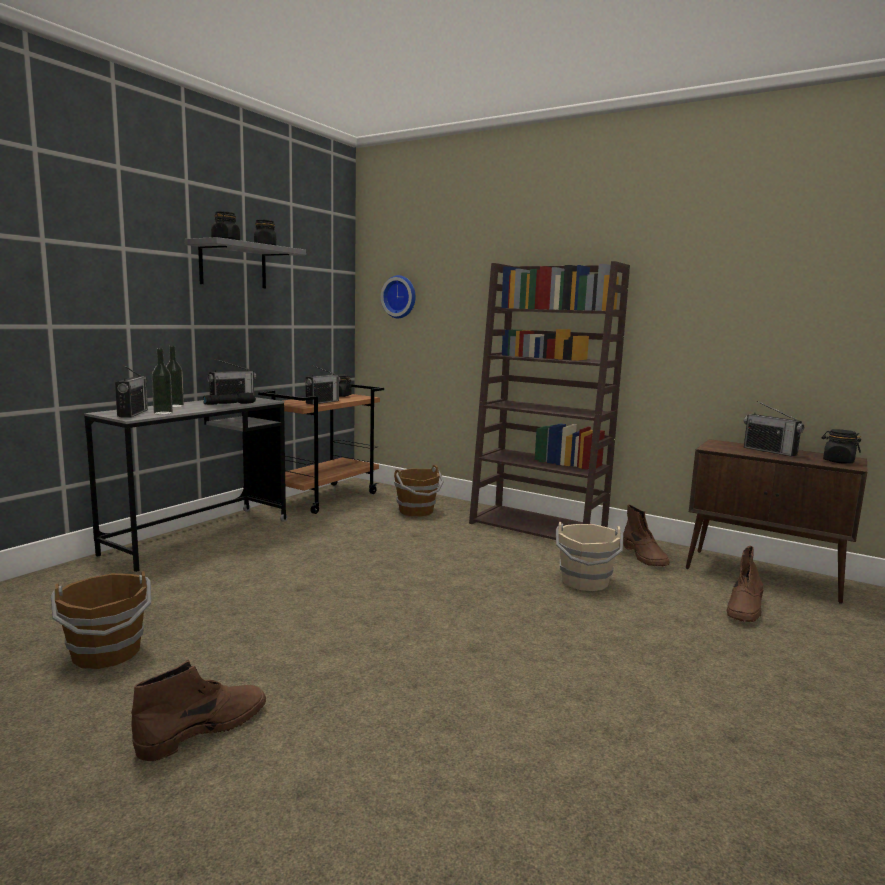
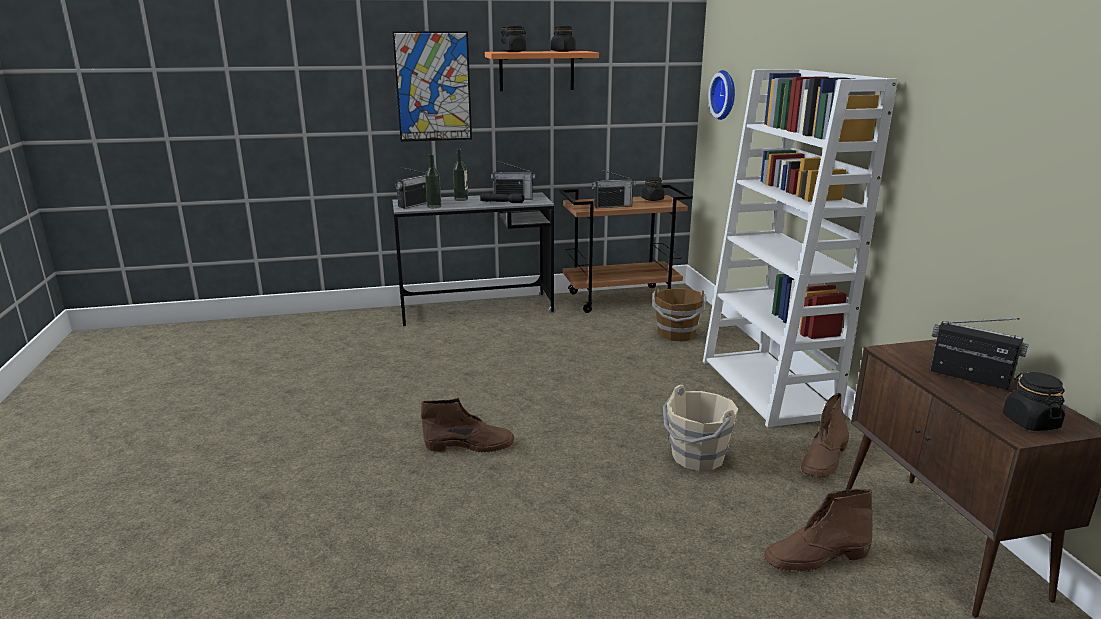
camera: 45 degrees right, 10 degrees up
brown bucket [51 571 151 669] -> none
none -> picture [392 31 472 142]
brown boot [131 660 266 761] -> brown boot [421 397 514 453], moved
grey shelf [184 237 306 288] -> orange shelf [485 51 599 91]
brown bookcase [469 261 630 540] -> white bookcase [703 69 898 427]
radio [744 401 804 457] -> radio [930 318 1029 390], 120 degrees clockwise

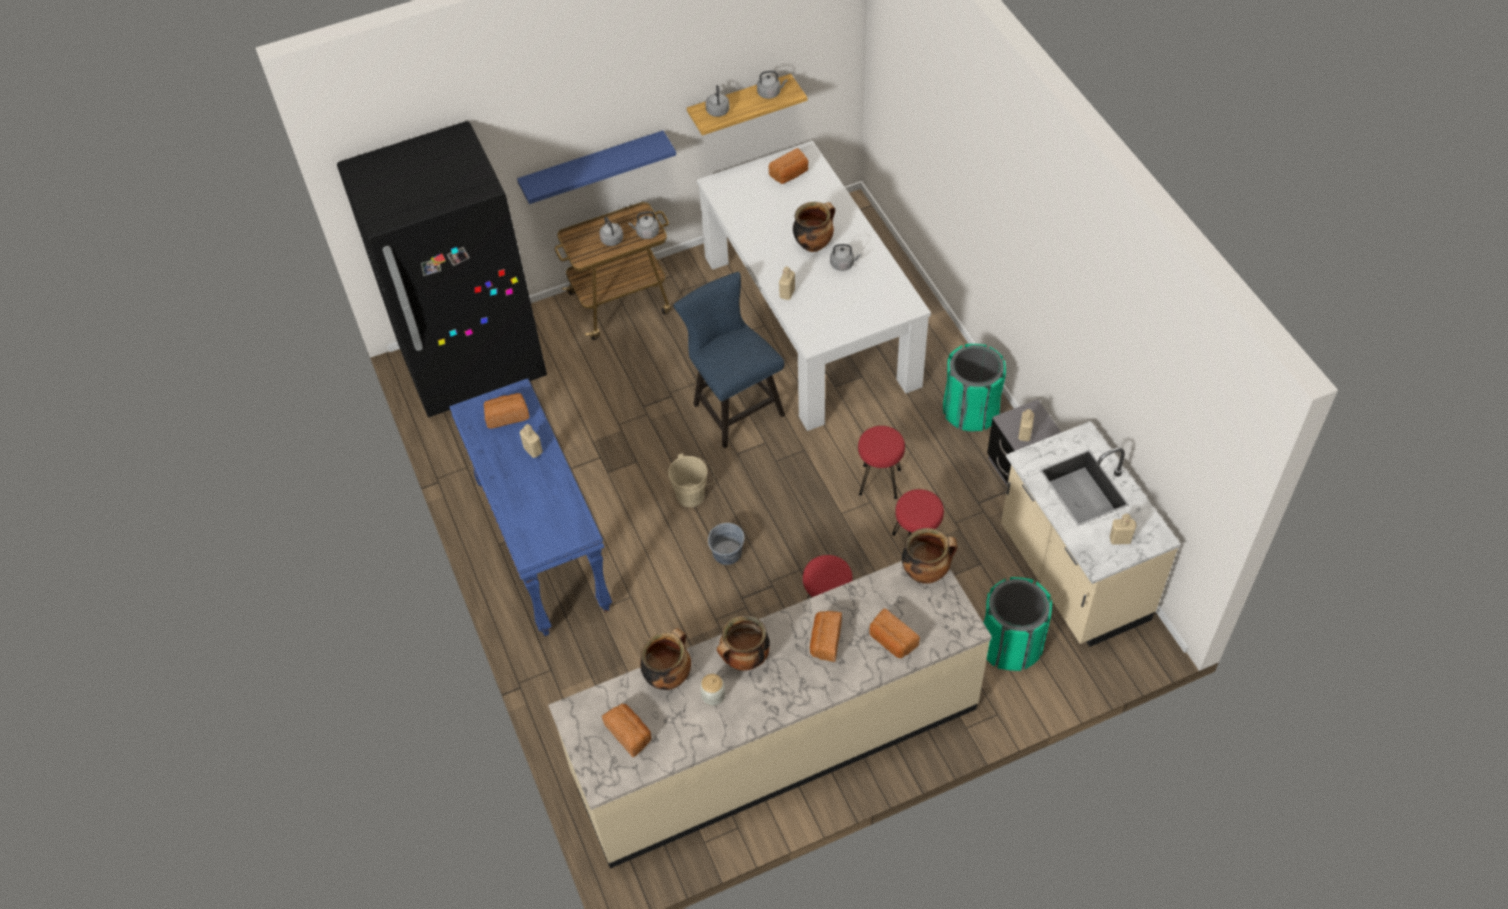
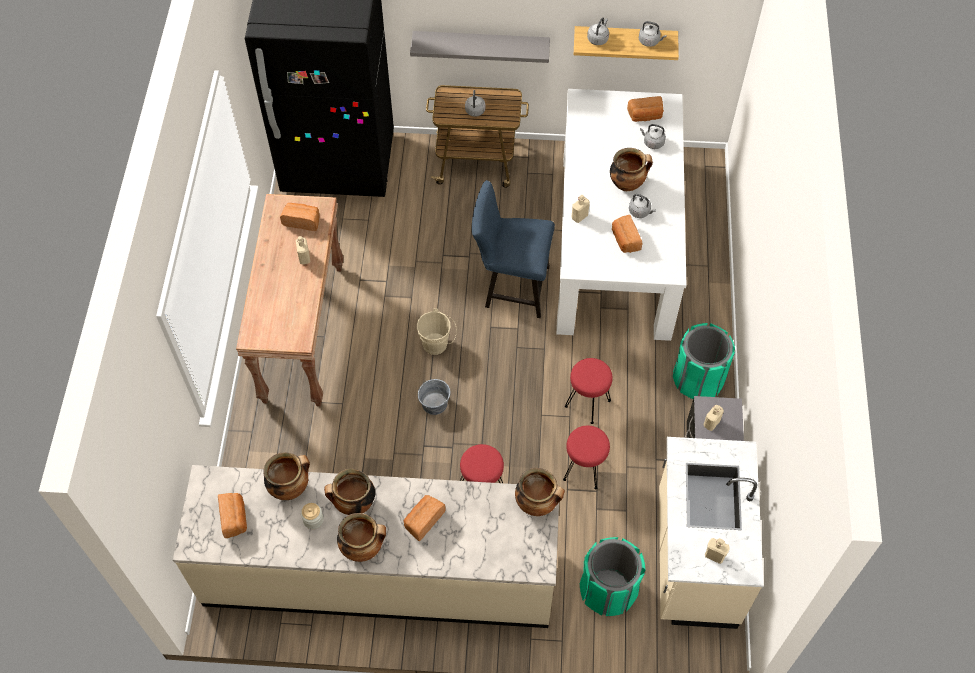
camera: 25 degrees right, 5 degrees up
none -> cooking pot [337 513 386 562]
grey kettle [628 211 659 239] -> grey kettle [640 124 666 149], moved
bread [869 608 920 658] -> bread [612 215 642 253], moved
blue console table [449 378 612 636] -> brown console table [236 194 344 407]
blue shelf [517 131 676 204] -> grey shelf [410 31 550 63]
blue chair [673 272 785 448] -> blue chair [472 180 555 318], 75 degrees counterclockwise

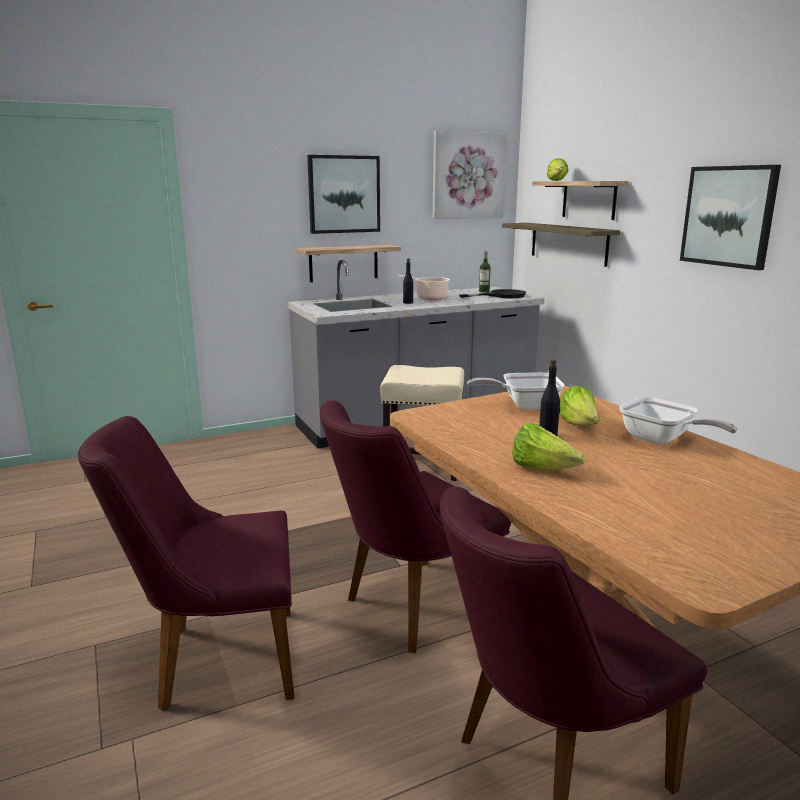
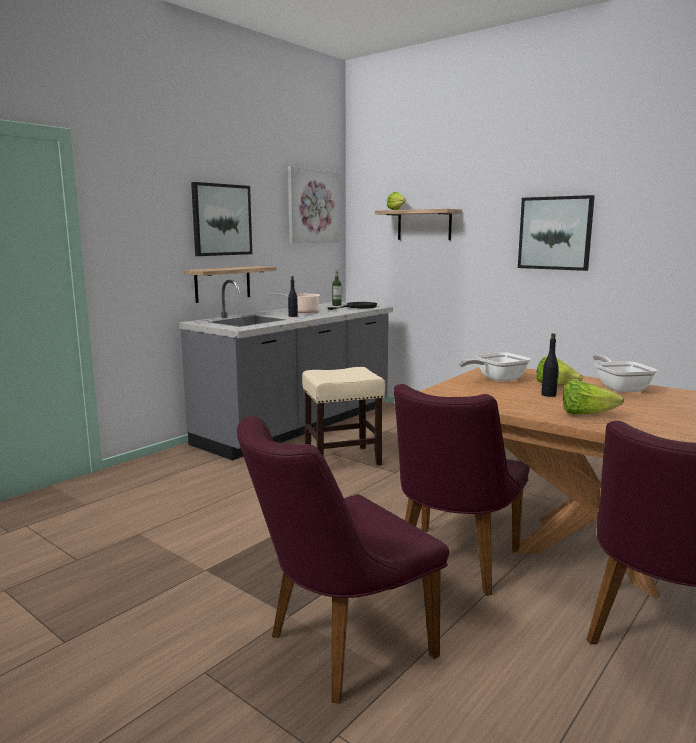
camera: 25 degrees left, 5 degrees down
shelf [502 223 620 267] -> none
frying pan [620 397 738 444] -> frying pan [593 355 657 392], 120 degrees counterclockwise

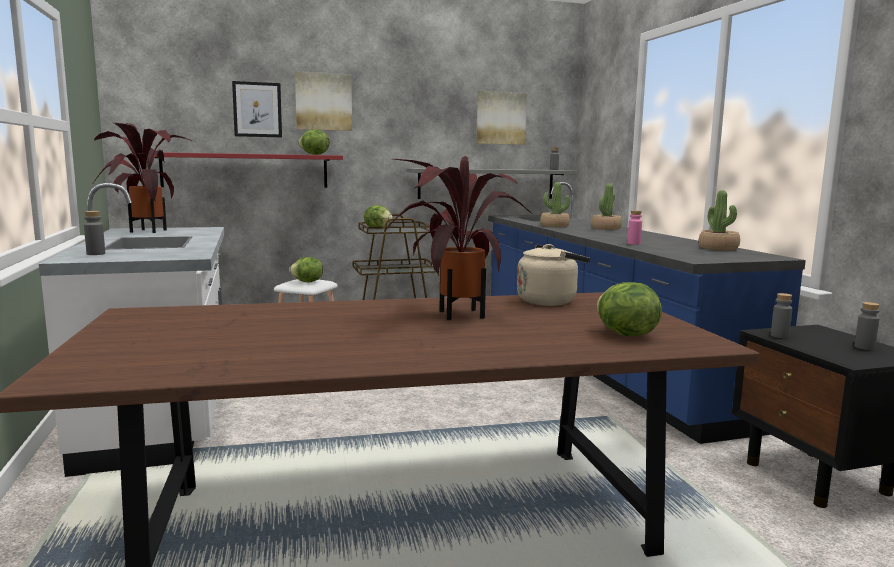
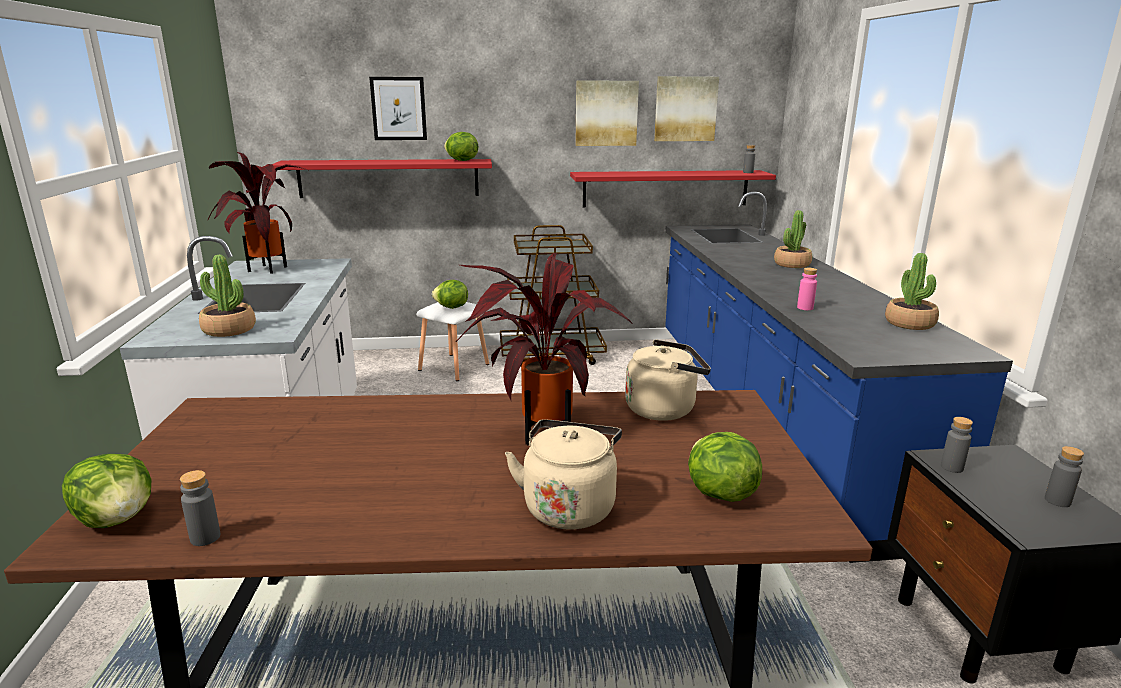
camera: 10 degrees right, 10 degrees up
none -> beige kettle [505 419 622 530]
grey bottle [84 211 105 255] -> grey bottle [180 470 220 546], moved
picture [295 71 352 131] -> picture [575 80 639 146], moved
lettuce [364 205 393 229] -> lettuce [62 454 152 528], moved
potted plant [540 182 570 227] -> potted plant [199 255 256 337], moved
grey shelf [407 168 577 199] -> red shelf [570 170 776 208]

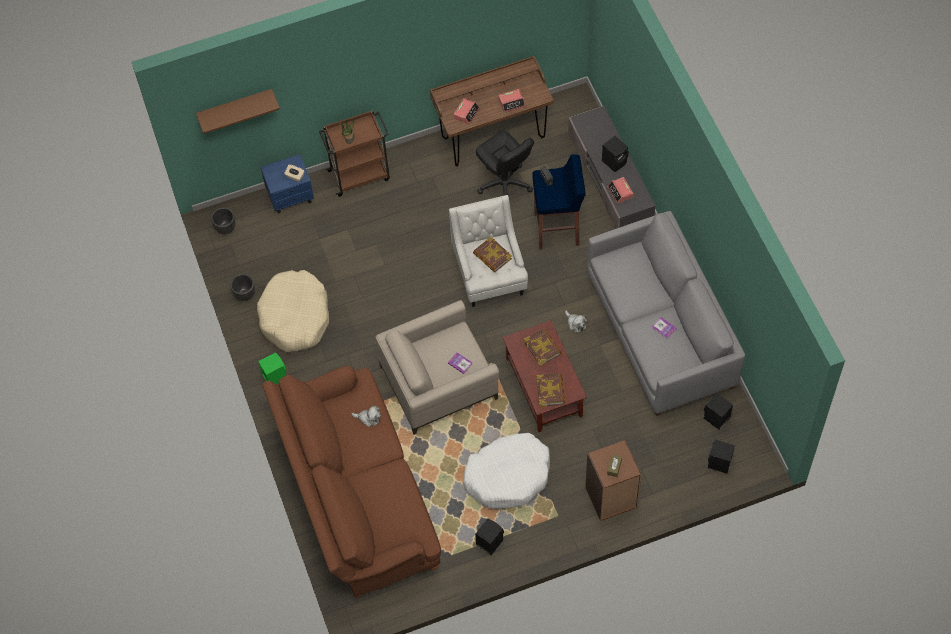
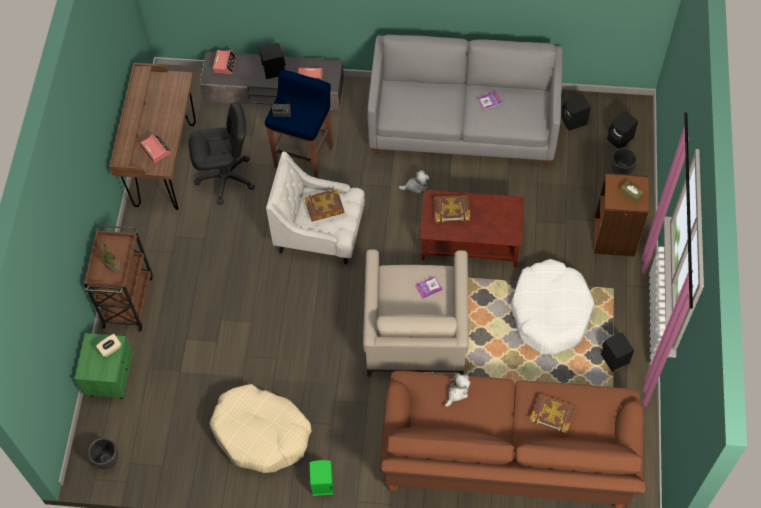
camera: 65 degrees left, 0 degrees up
brown shelf [196 89 280 134] -> none
black planter [230 274 255 301] -> black planter [611 148 638 175], moved
alarm clock [498 89 525 113] -> alarm clock [213 50 237 74], moved
book [536 373 565 407] -> book [530 393 576 434], moved
blue nightstand [261 154 314 214] -> green nightstand [75 333 133 400]

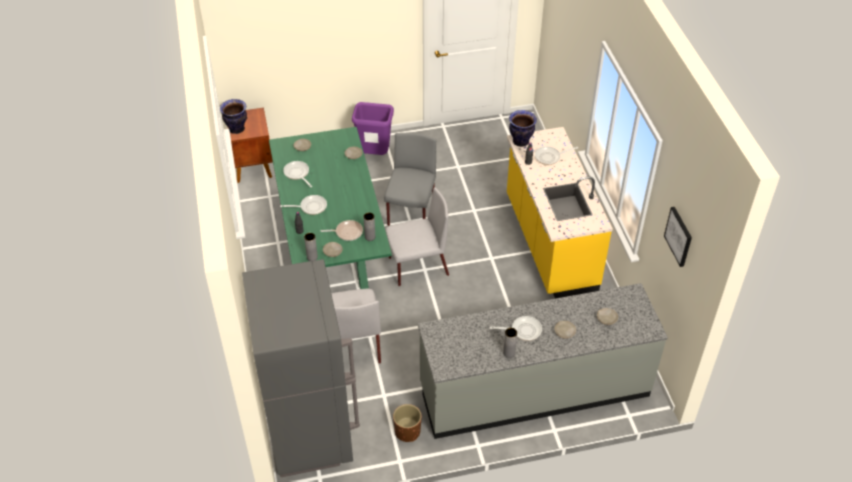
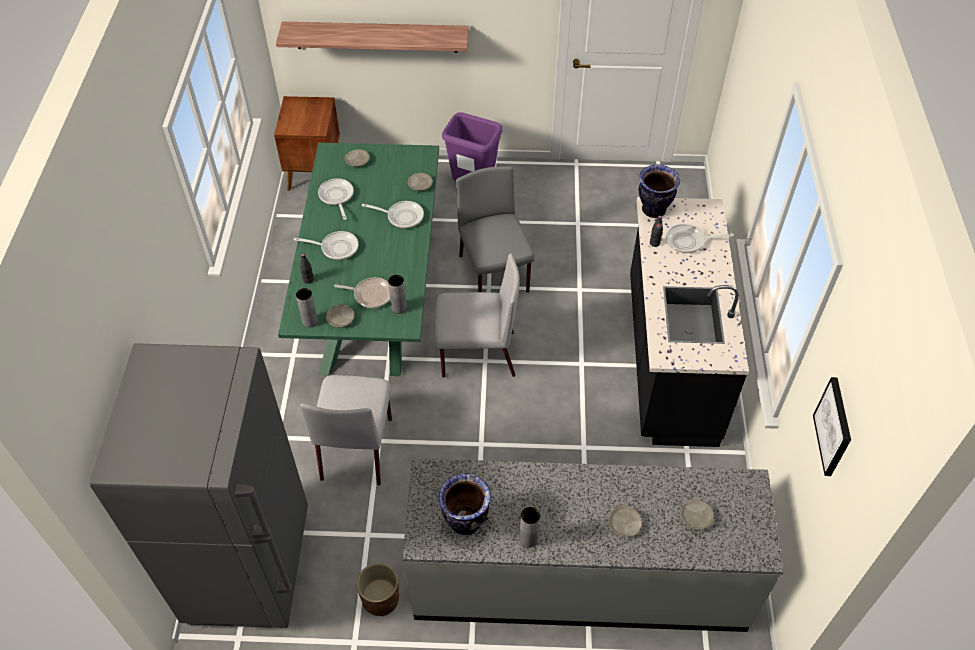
camera: 15 degrees right, 5 degrees up
none -> shelf [276 22 469 53]
vase [220 99 247 134] -> vase [439 473 491 535], moved
frying pan [490 316 542 341] -> frying pan [362 201 424 228], moved
yellow counter [507 127 613 299] -> black counter [630 197 749 447]
grey chair [384 133 436 226] -> grey chair [456 166 535 293], 45 degrees counterclockwise

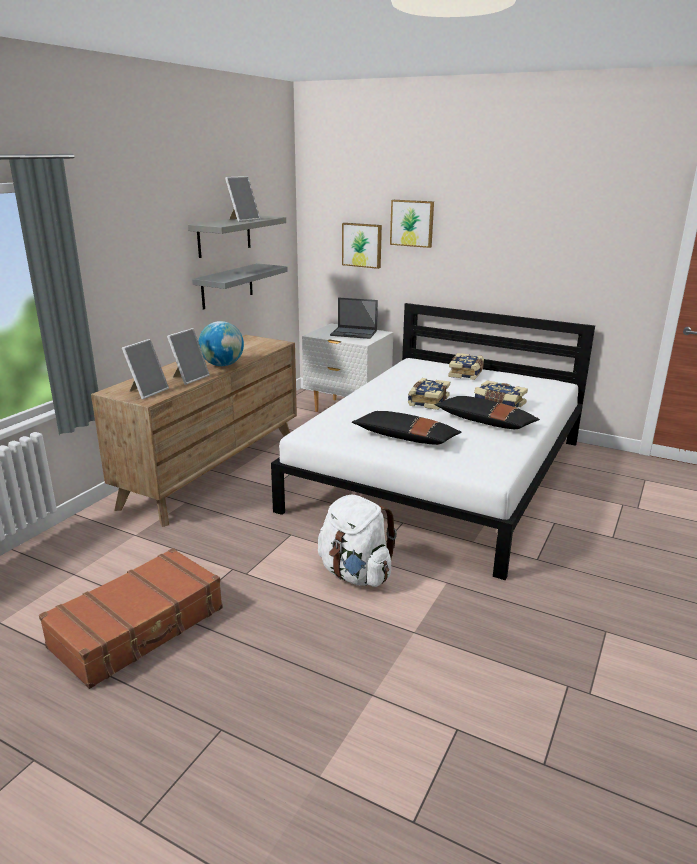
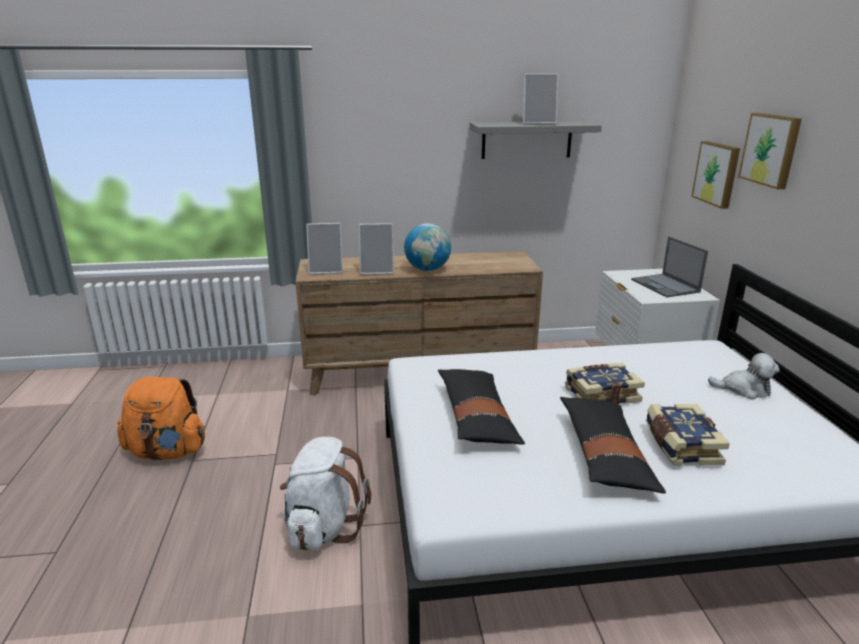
camera: 55 degrees right, 0 degrees up
grey shelf [192 263 288 310] -> none
brown suitcase [39 548 223 689] -> orange backpack [117 377 205 460]
book [448 353 484 380] -> plush toy [708 353 780 399]

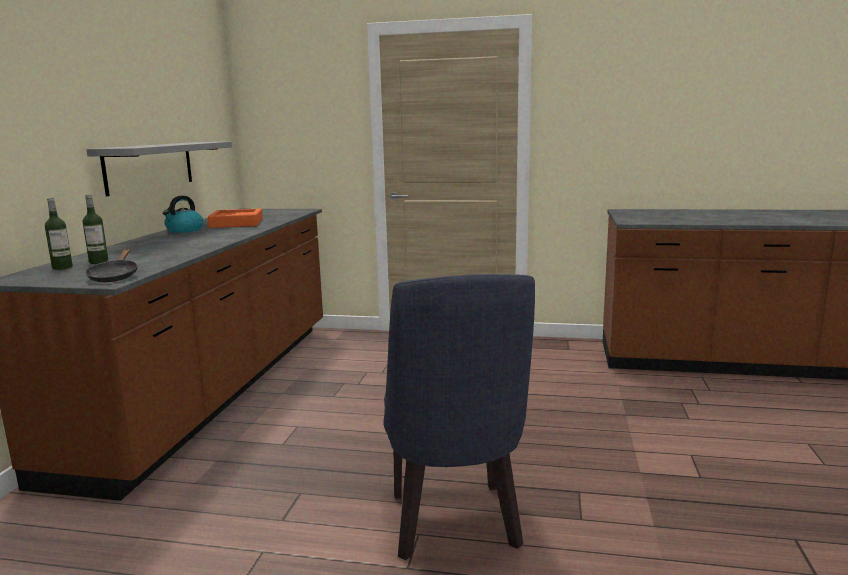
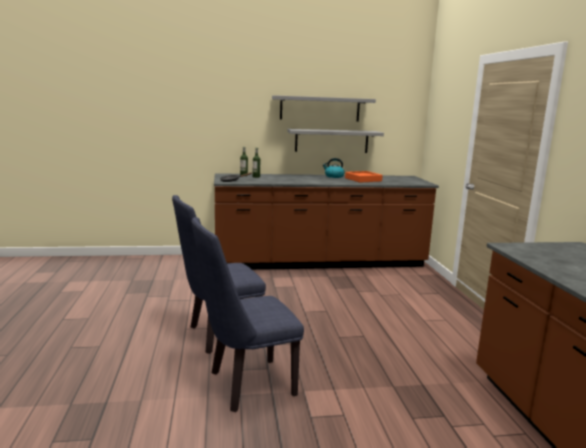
camera: 70 degrees right, 0 degrees up
none -> blue chair [191 217 304 412]
none -> grey shelf [272 95 376 122]

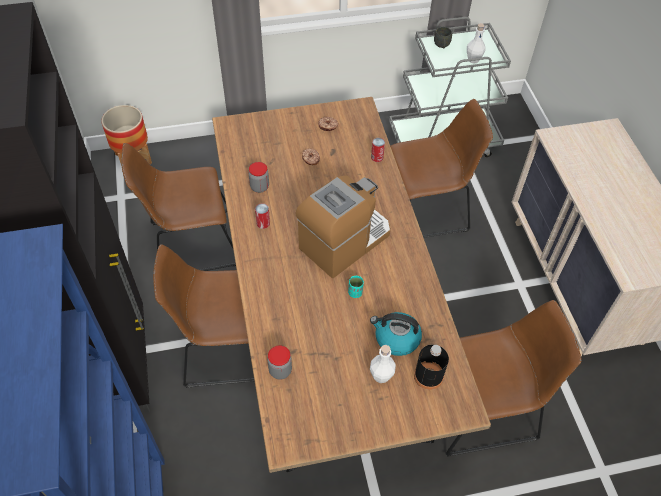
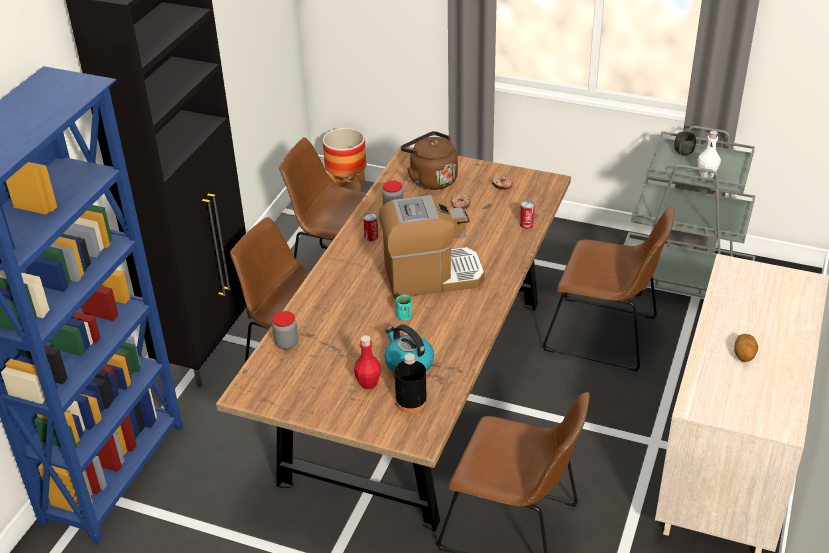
camera: 35 degrees right, 15 degrees down
none -> brown kettle [401 131 458 190]
none -> potato [734 334 758 362]
white bottle [370 345 396 383] -> red bottle [354 335 381 390]

